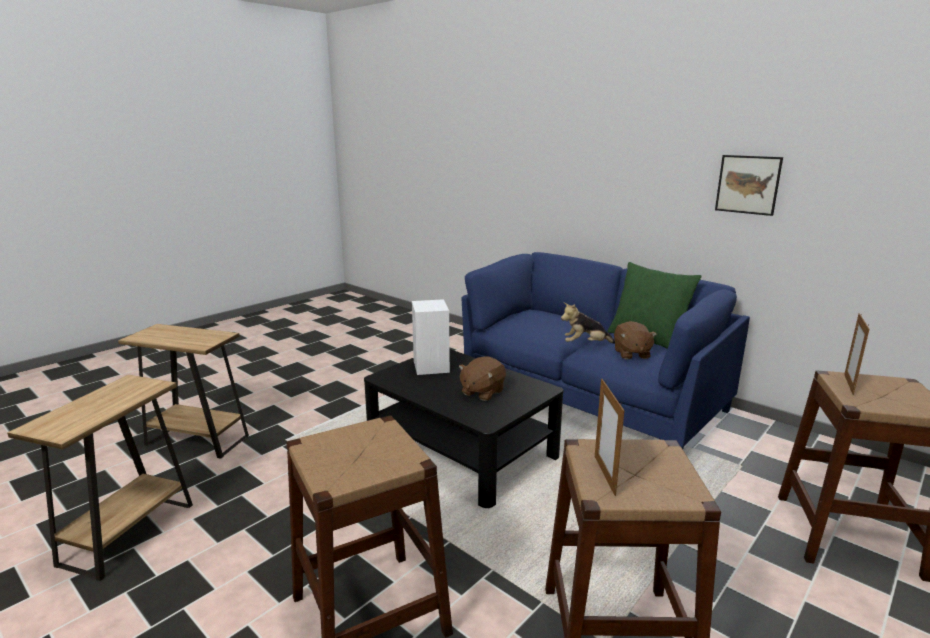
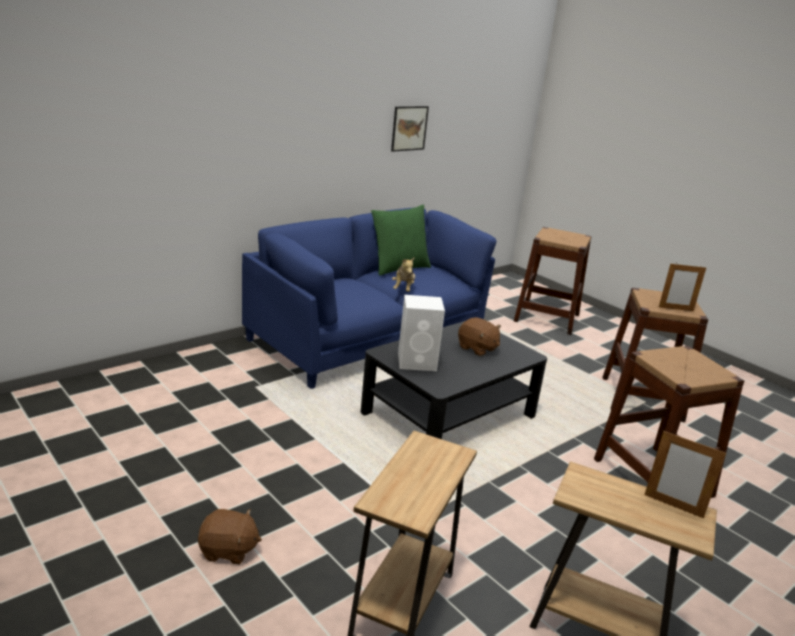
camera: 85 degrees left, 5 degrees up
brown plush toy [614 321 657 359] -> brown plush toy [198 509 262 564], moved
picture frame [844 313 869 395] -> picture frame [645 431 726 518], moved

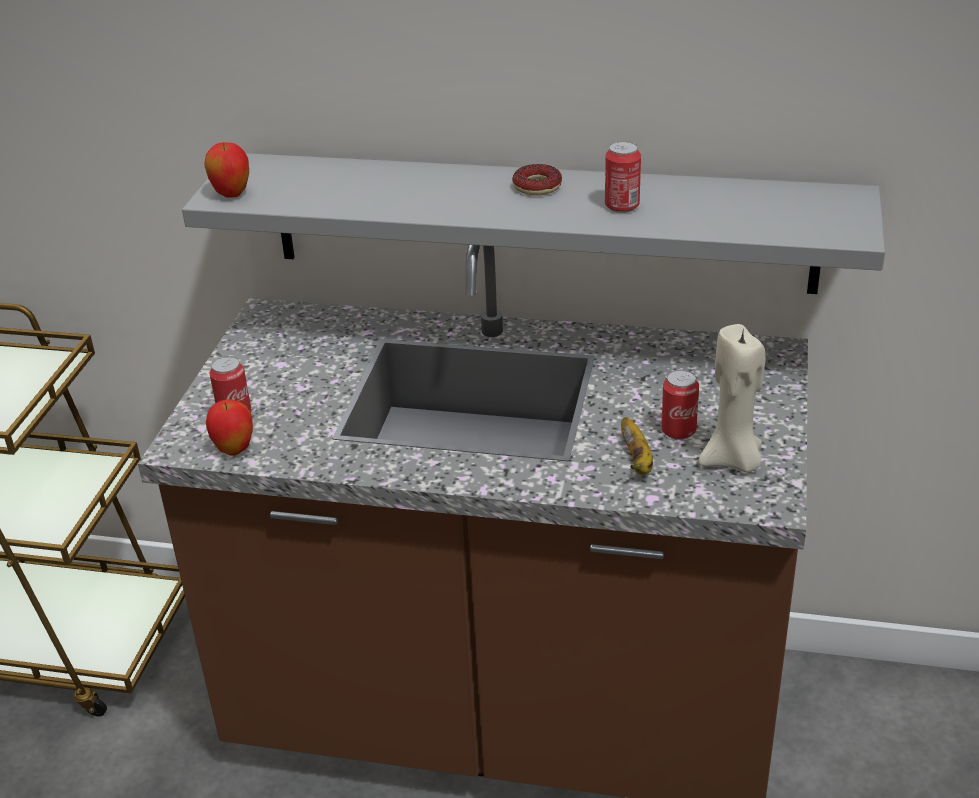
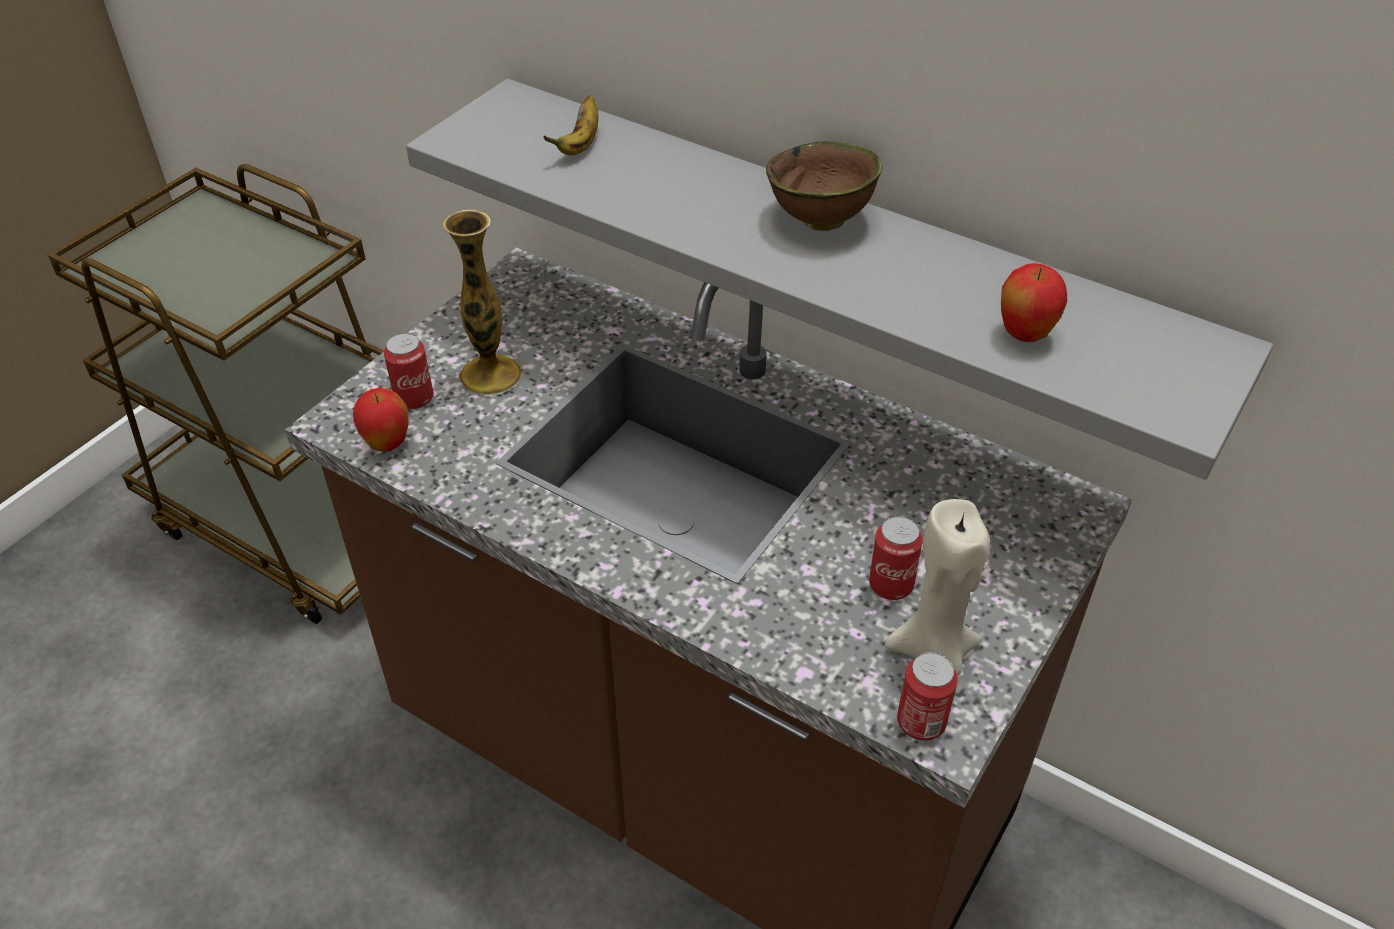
camera: 20 degrees right, 10 degrees up
none -> vase [443 210 522 396]
apple [204 142 249 198] -> apple [1001 263 1067 342], moved
can [605 141 641 213] -> can [897 652 958 741], moved
banana [621 417 653 475] -> banana [543 95 598 155], moved
donut [512 164 562 196] -> brown bowl [766 141 882 231]

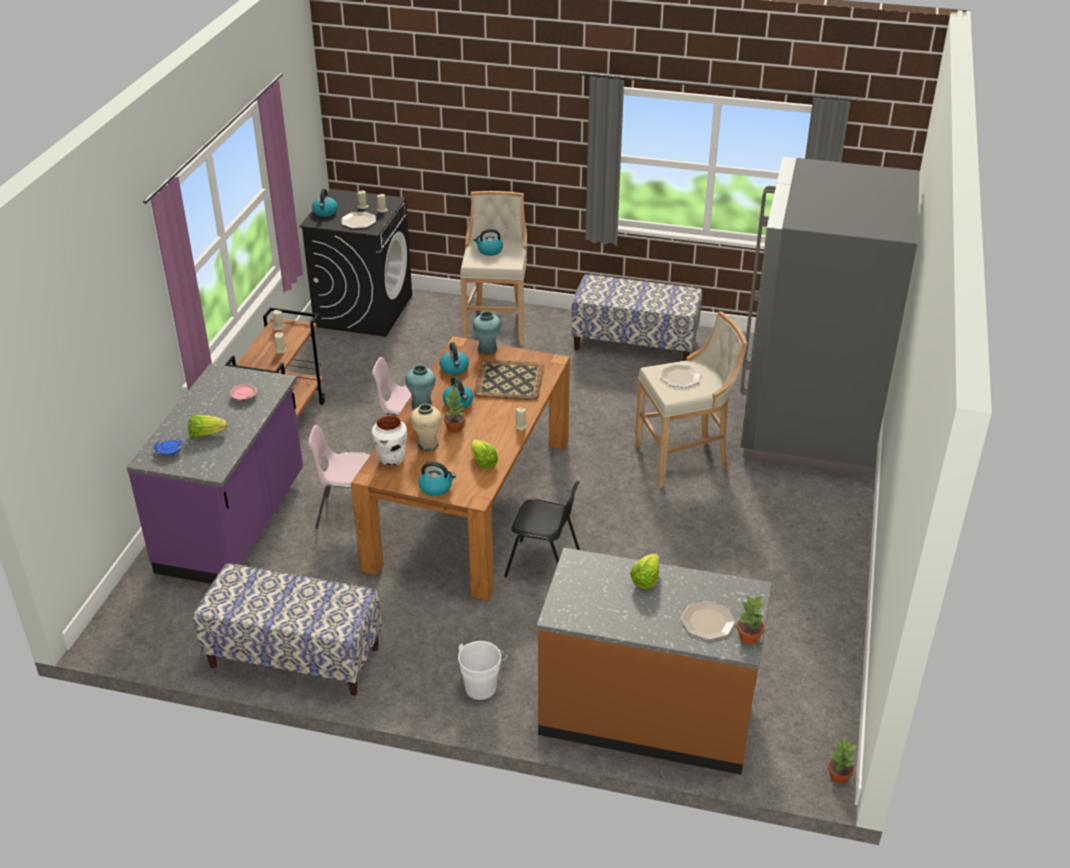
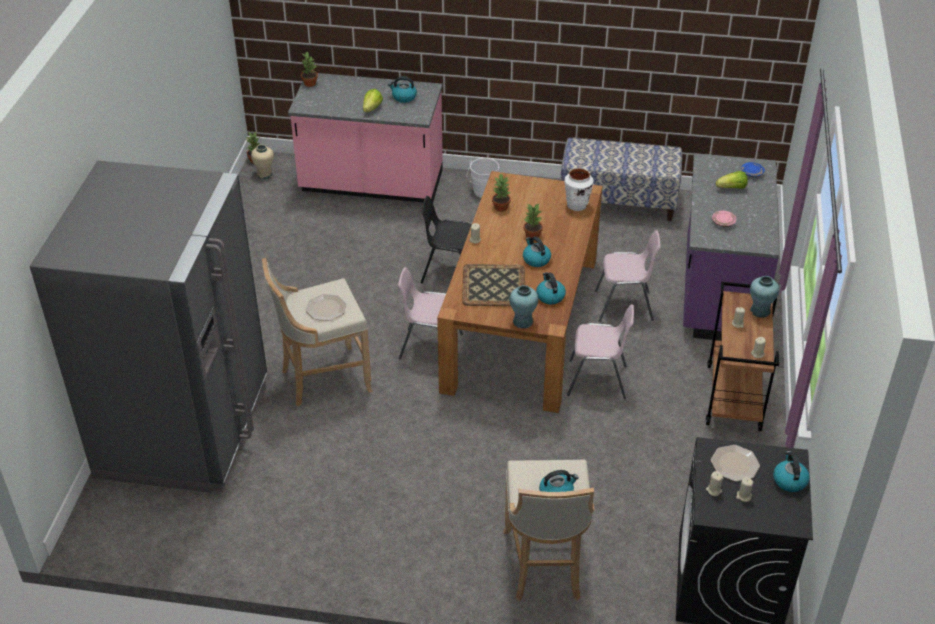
camera: 175 degrees right, 5 degrees up
bench [571 274 703 361] -> none
plate [681 601 736 640] -> none
none -> pink chair [398 267 463 359]
turquoise vase [405 365 436 409] -> turquoise vase [750 276 779 318], moved
beige vase [410 403 442 451] -> beige vase [251 144 274 179], moved
kettle [418 462 456 496] -> kettle [388 76 417 103], moved
lettuce [471 440 498 468] -> potted plant [492 174 511 212]
brown counter [536 548 772 775] -> pink counter [288 73 443 202]

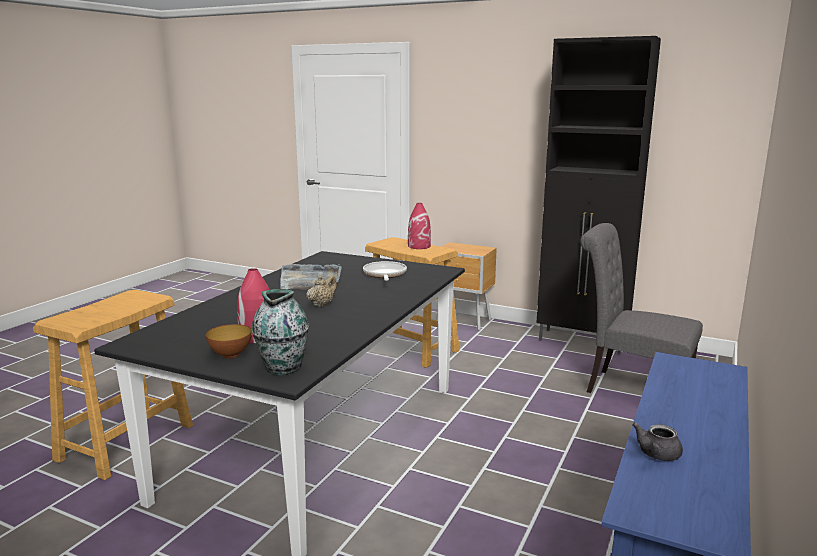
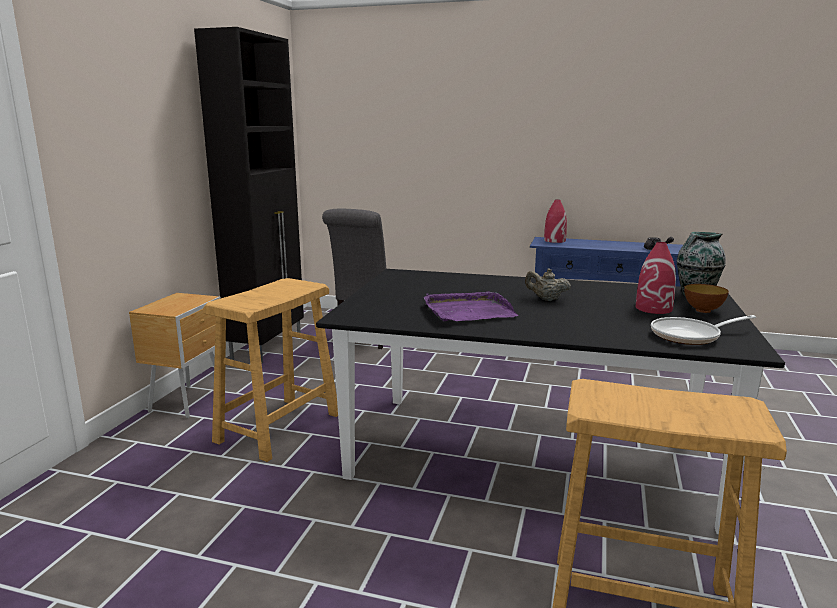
camera: 100 degrees left, 0 degrees up
frying pan [363 261 407 281] -> frying pan [651 315 756 345], moved
red vase [408 203 431 249] -> red vase [544 199 567 243], moved
grey tray [280 264 342 290] -> purple tray [424 291 519 321]

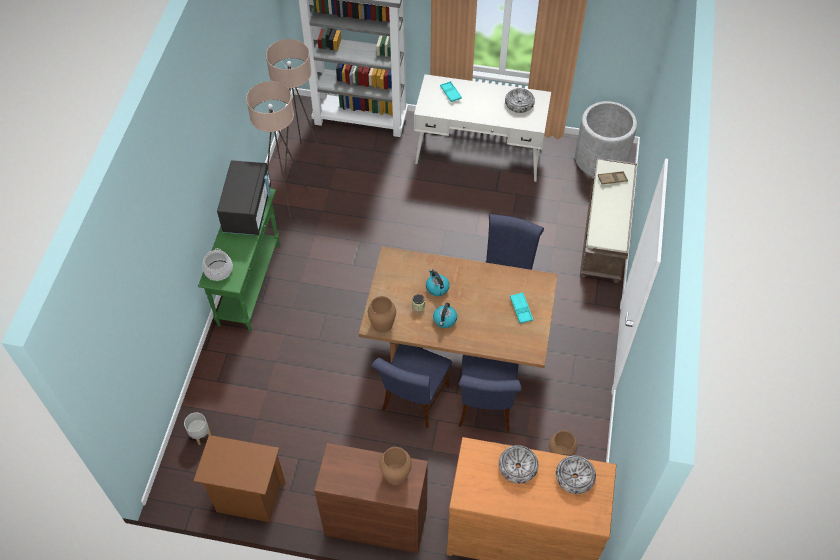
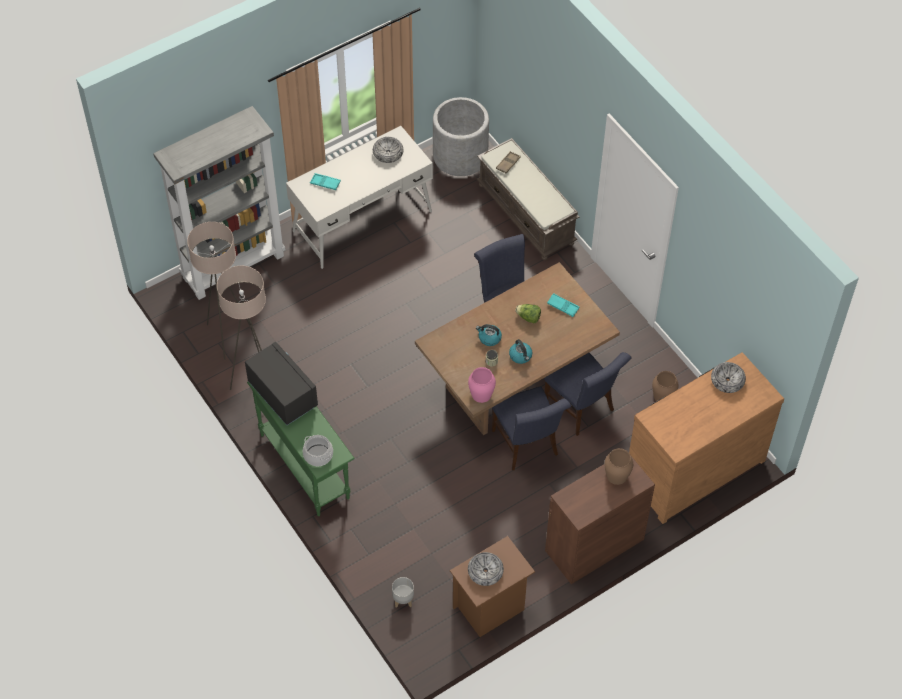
camera: 45 degrees left, 0 degrees up
none -> lettuce [515 304 541 324]
bowl [499 445 538 484] -> bowl [468 552 504 586], moved
brown vase [368 296 396 333] -> pink vase [468 367 496 403]

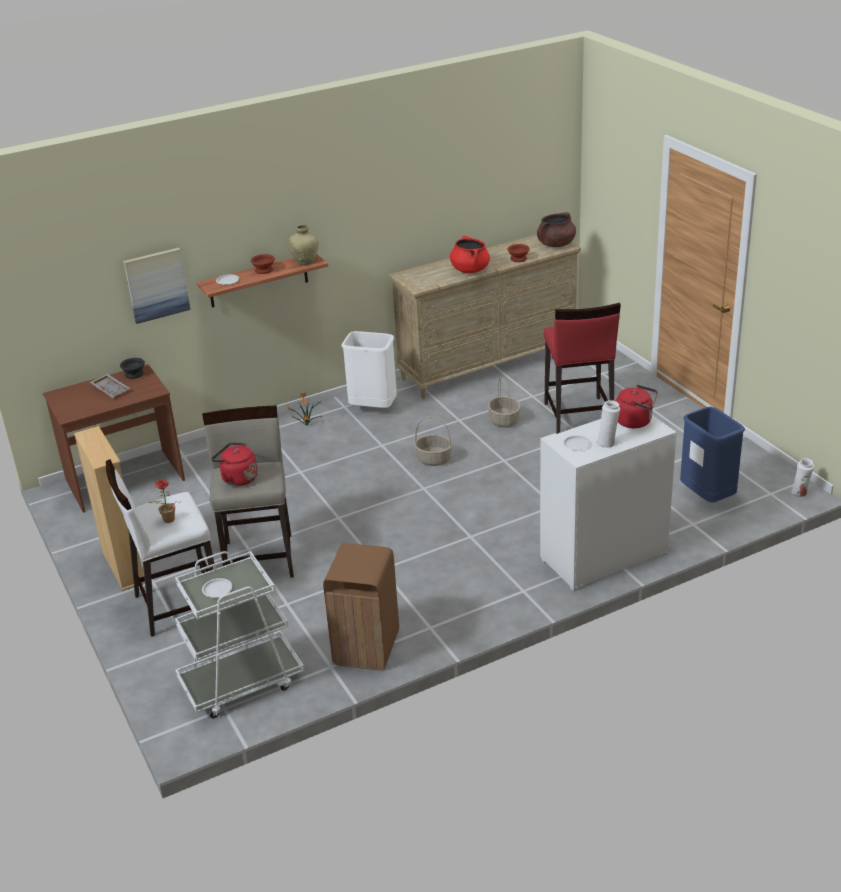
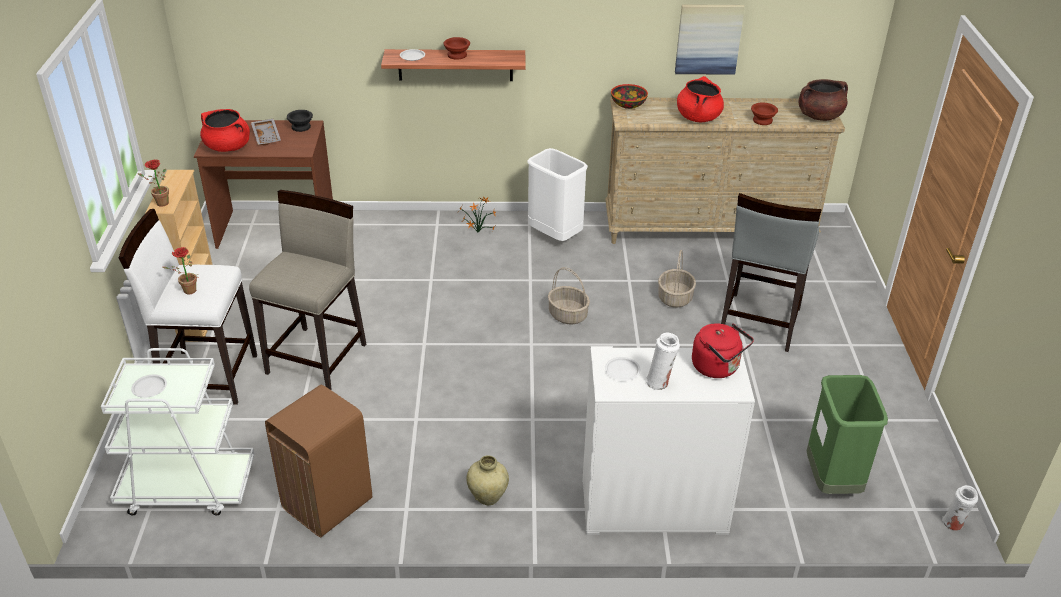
camera: 25 degrees right, 5 degrees up
red kettle [211 442 257 486] -> none
none -> potted plant [137 160 169 207]
none -> red cooking pot [200 109 250 152]
none -> bowl [611 84 648 109]
picture [123 248 191 324] -> picture [675 4 745 75], moved
beige vase [288 225 319 265] -> beige vase [466 455 509 505], moved
red stool [544 303 621 434] -> grey stool [721 193 822 352]
blue trash can [680 407 745 503] -> green trash can [807 375 888 494]

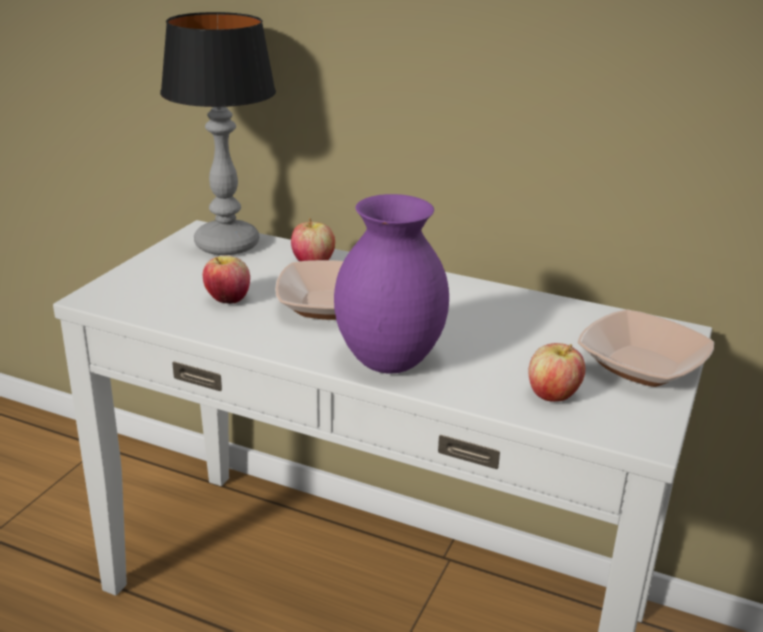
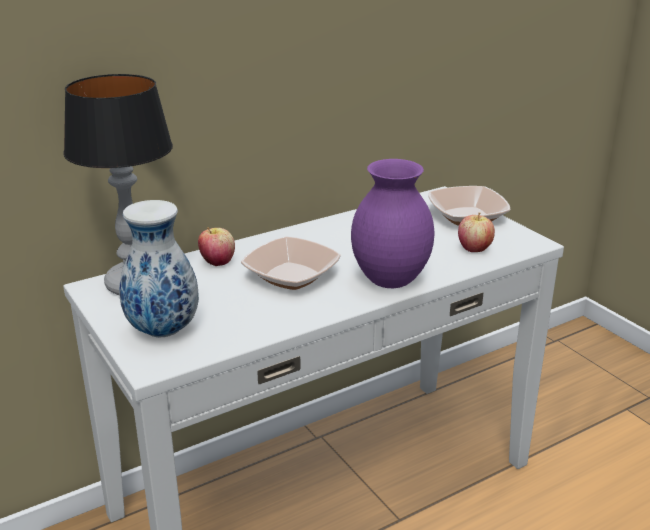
camera: 55 degrees left, 0 degrees up
apple [203 256 250 304] -> none
none -> vase [119 200 199 337]

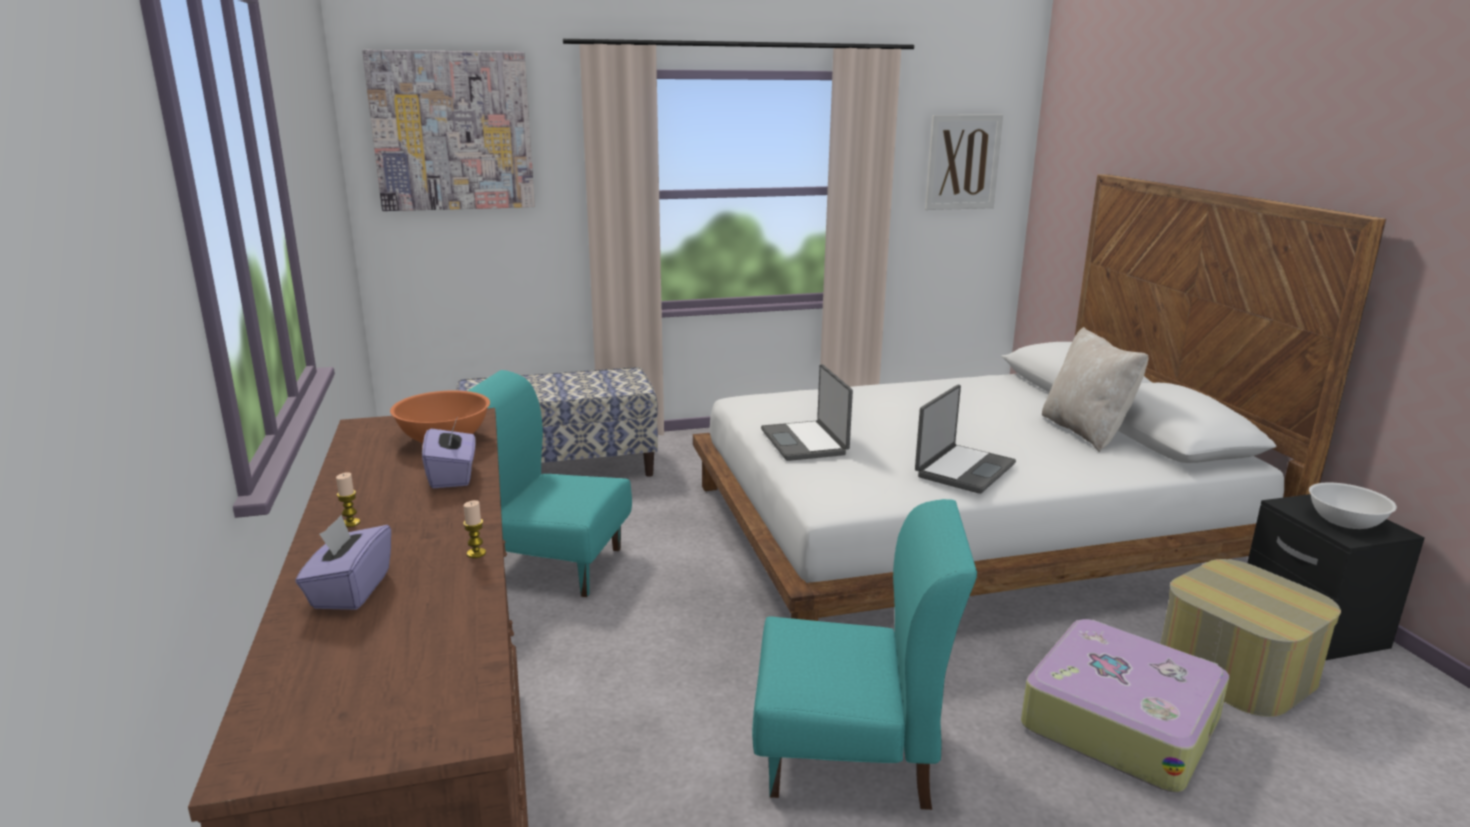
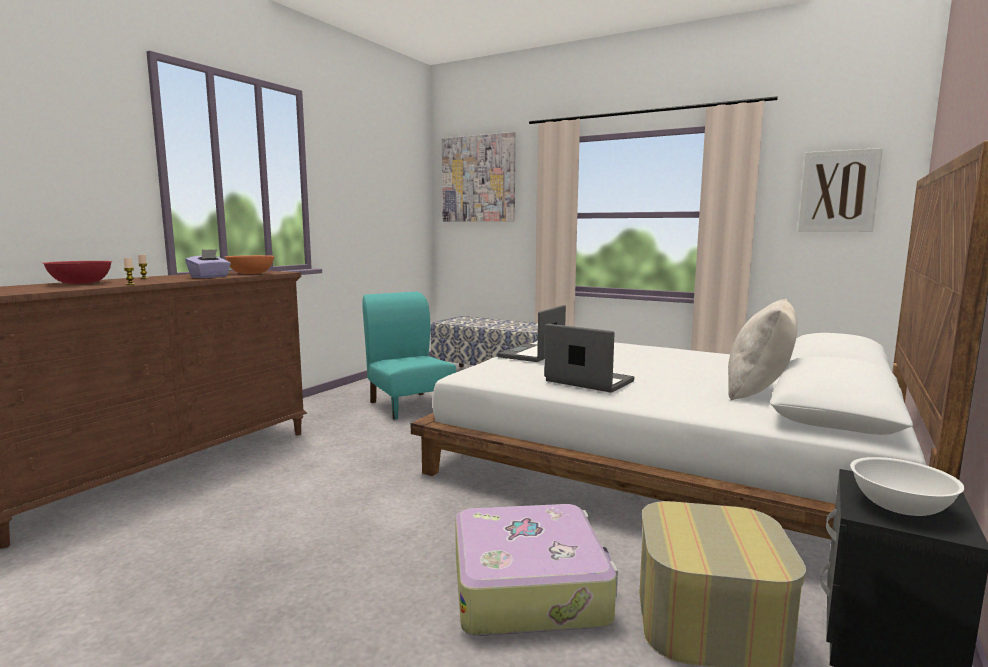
camera: 45 degrees right, 10 degrees down
turquoise chair [752 499 977 810] -> none
purple tissue box [296 515 391 610] -> red bowl [42 261 113 284]
laptop [915 385 1016 494] -> laptop [544 324 634 393], 135 degrees counterclockwise

